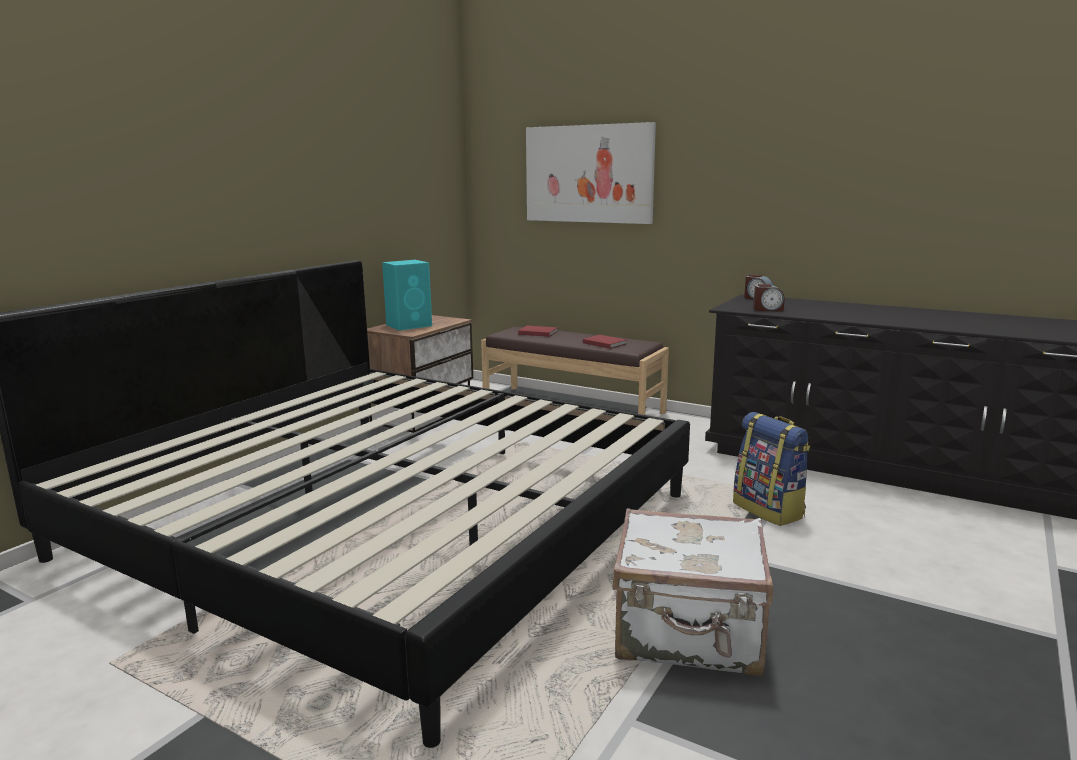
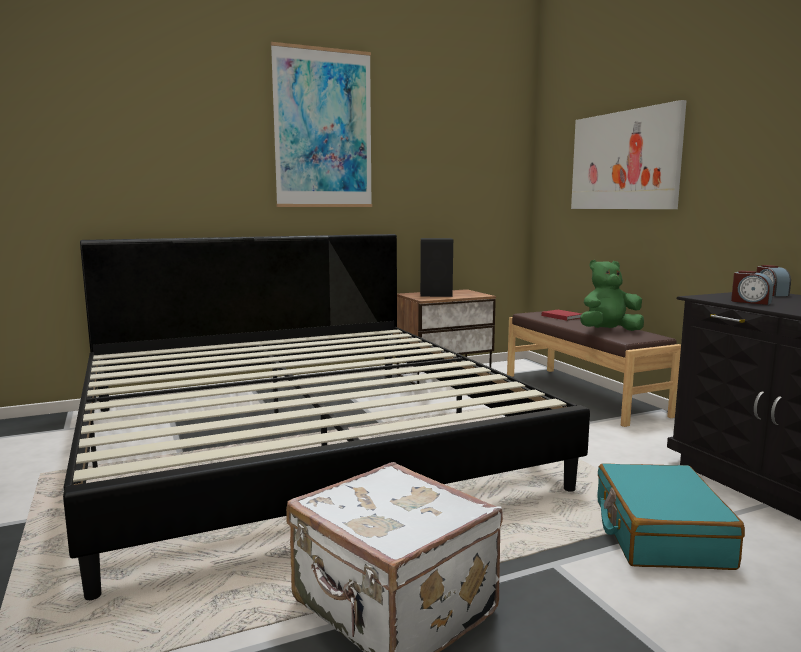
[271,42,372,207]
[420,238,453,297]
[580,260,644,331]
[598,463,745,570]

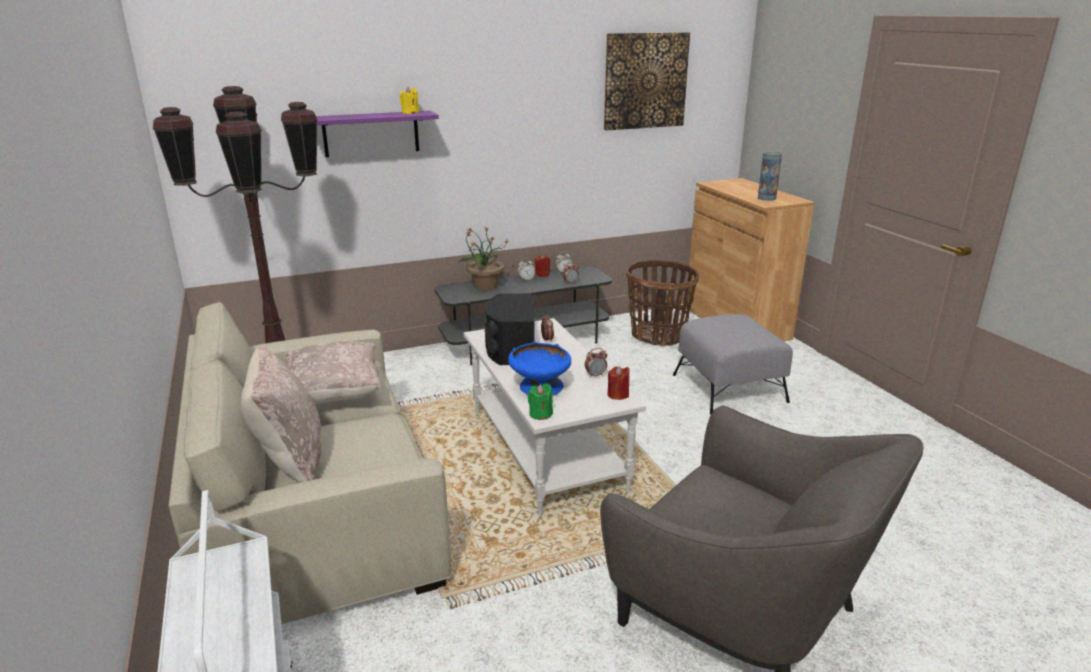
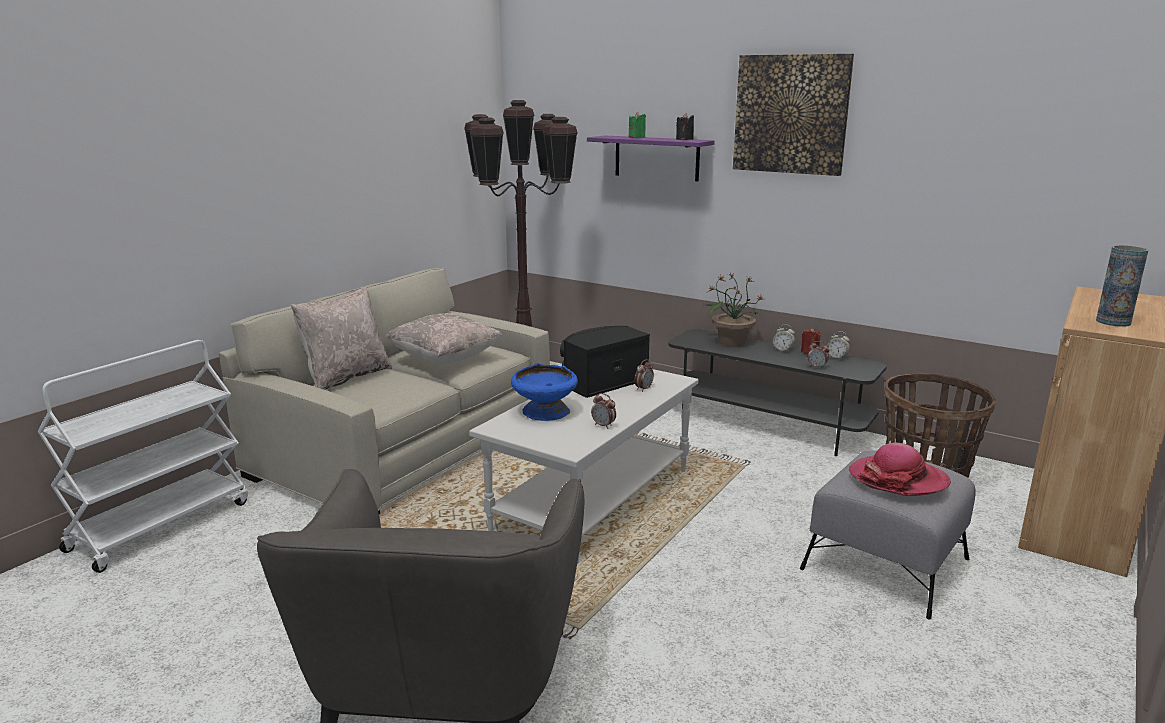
[629,112,646,138]
[676,113,694,140]
[733,54,854,176]
[849,443,951,496]
[607,366,629,400] (first image)

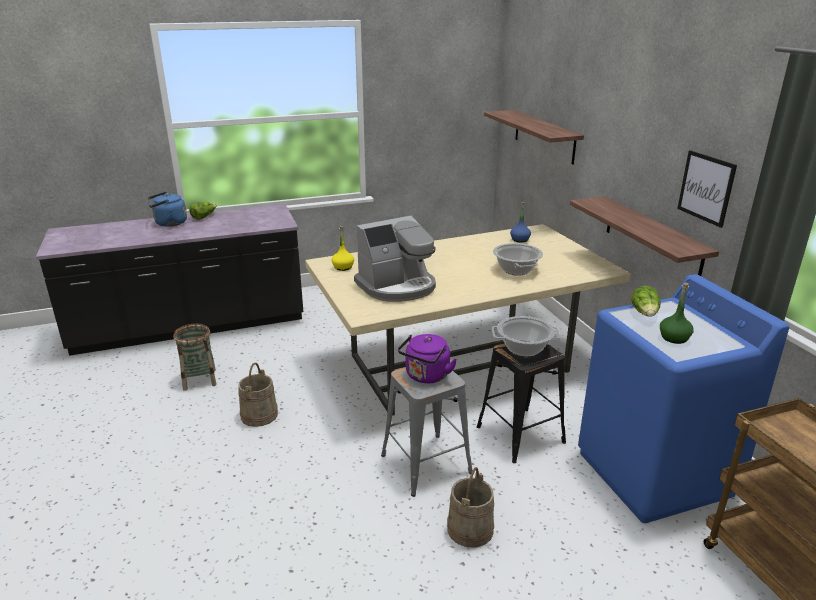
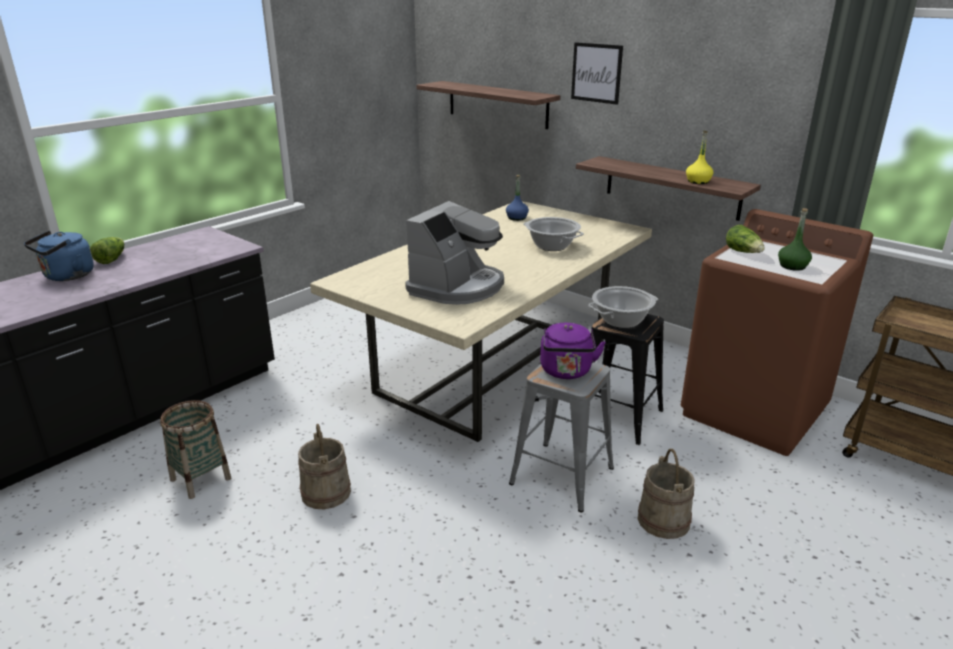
[571,42,623,105]
[681,209,873,456]
[686,130,714,184]

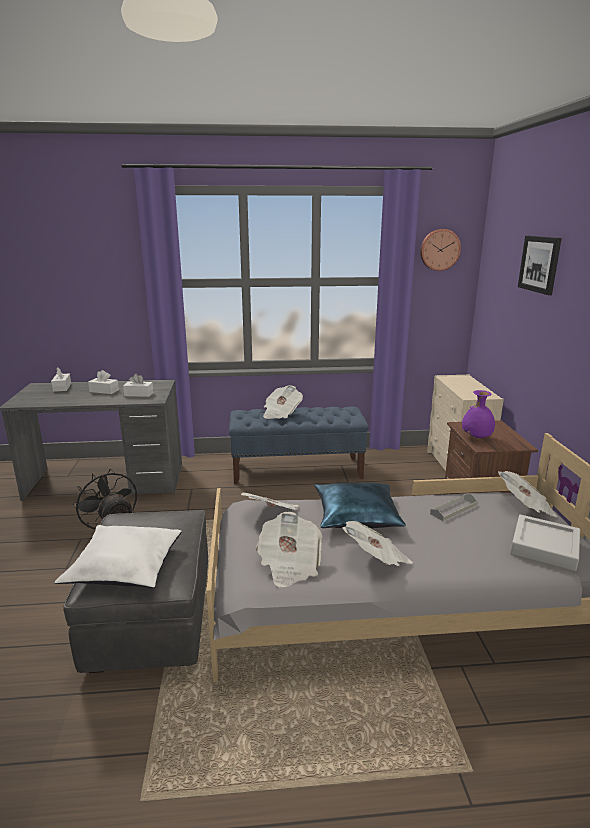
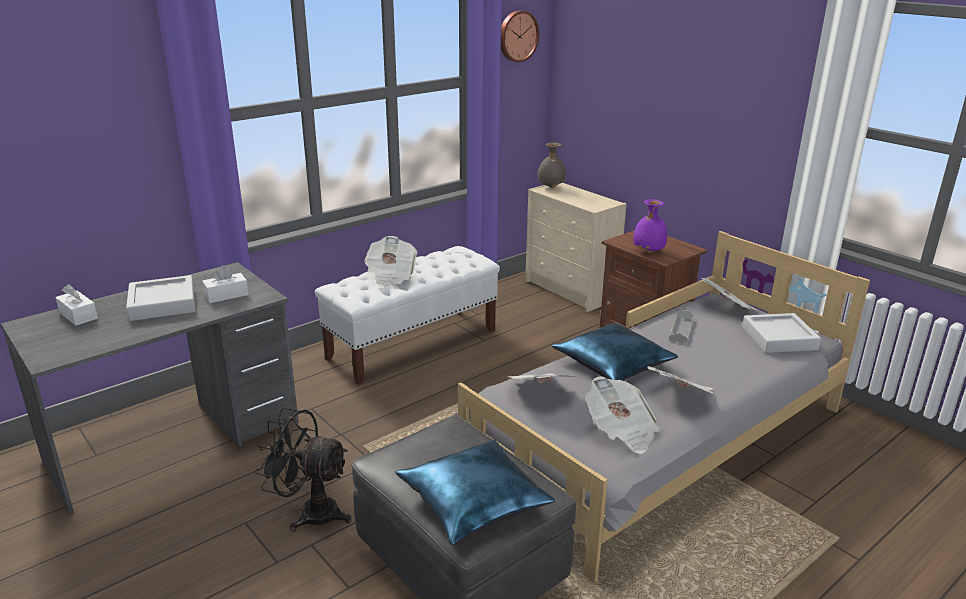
[126,275,195,321]
[315,246,500,385]
[395,440,555,545]
[537,143,565,188]
[518,236,562,295] (first image)

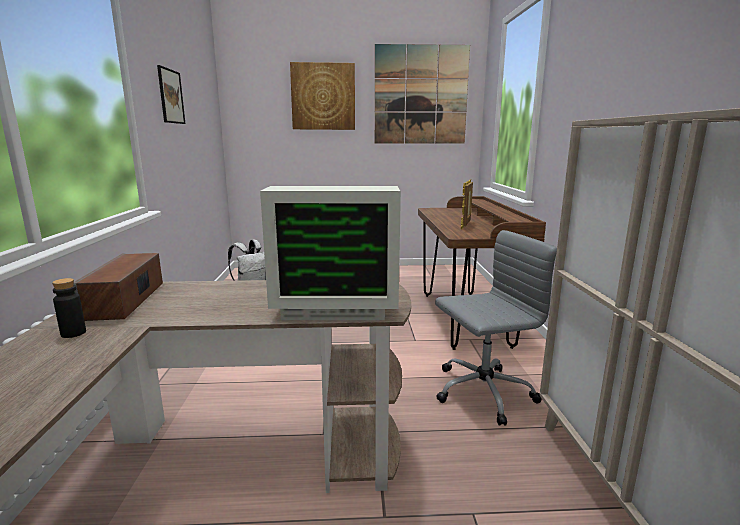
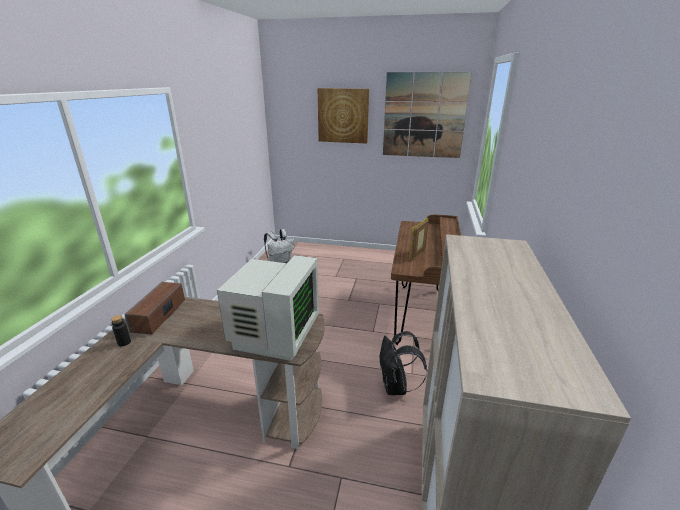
[217,255,319,361]
[380,331,427,395]
[157,65,185,124] (first image)

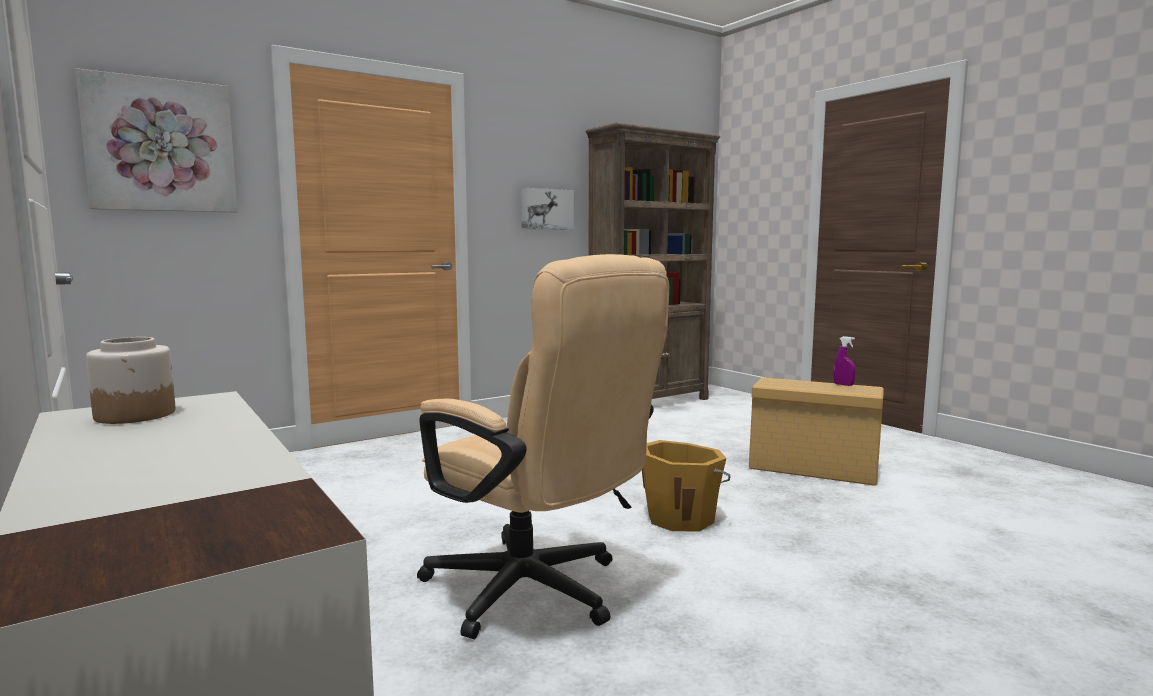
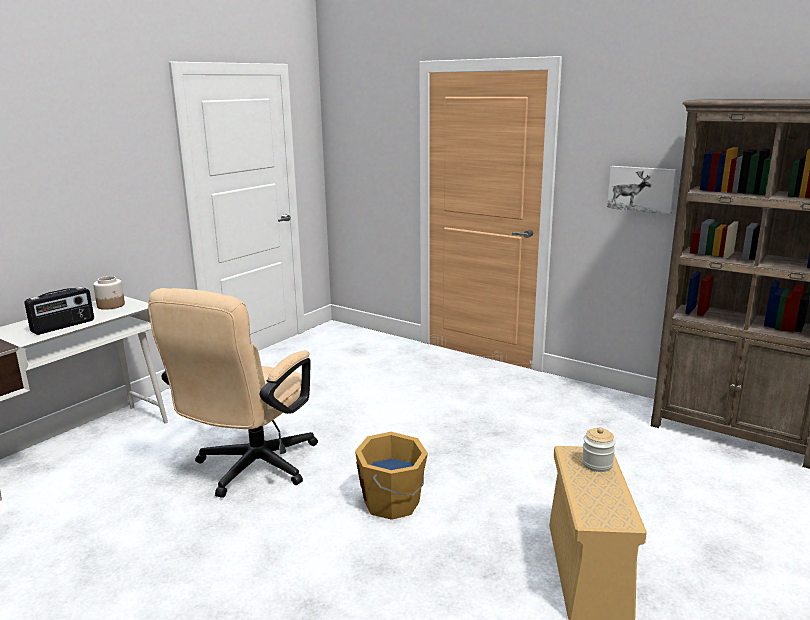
[25,287,94,335]
[582,427,616,472]
[75,68,238,212] (first image)
[834,336,856,386] (first image)

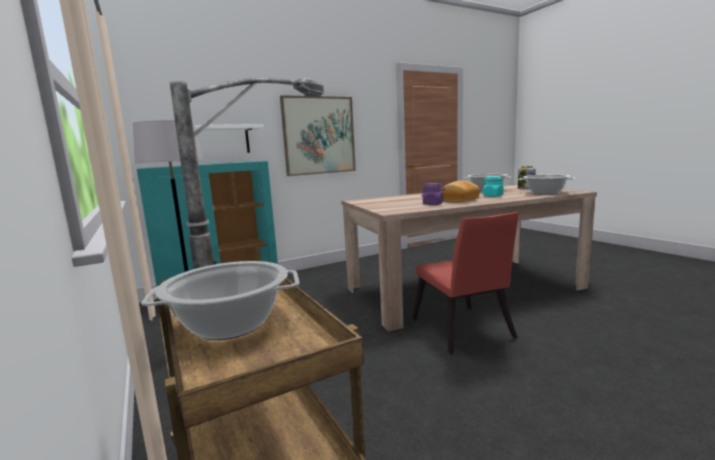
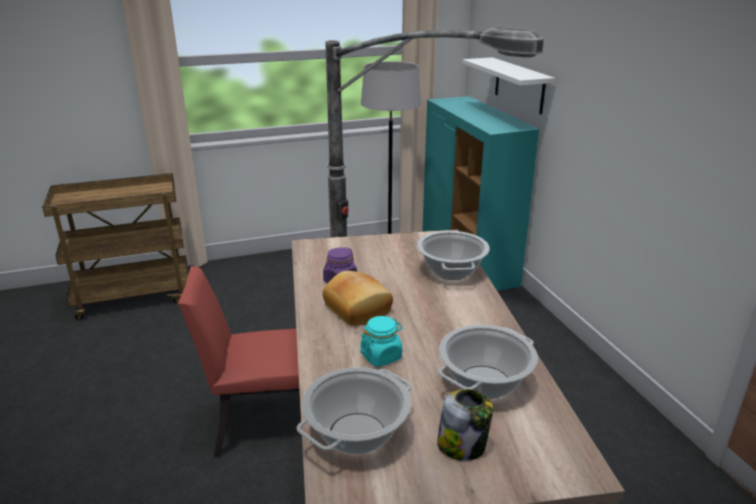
[417,231,490,280]
[280,95,356,176] (first image)

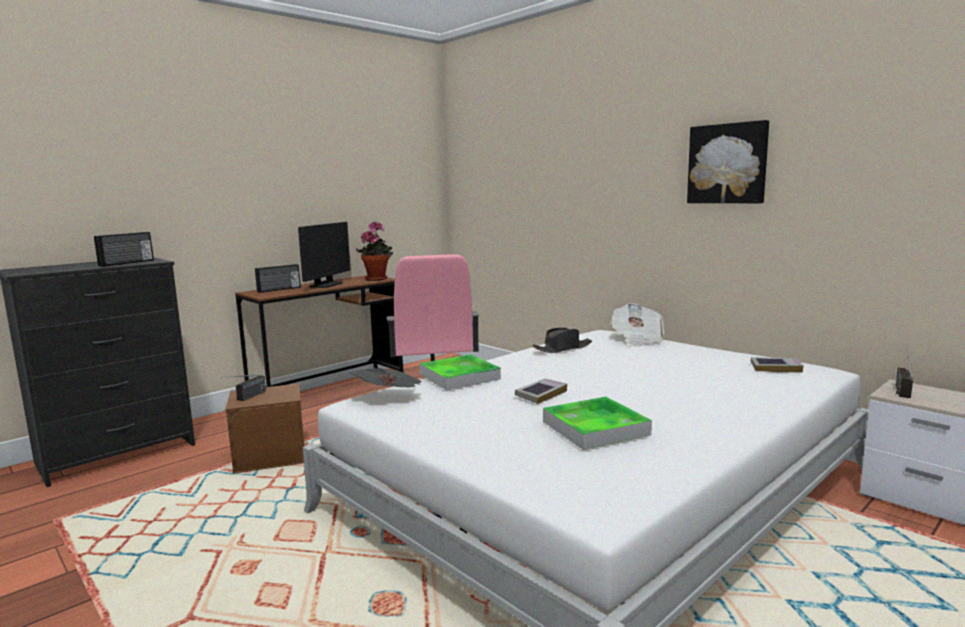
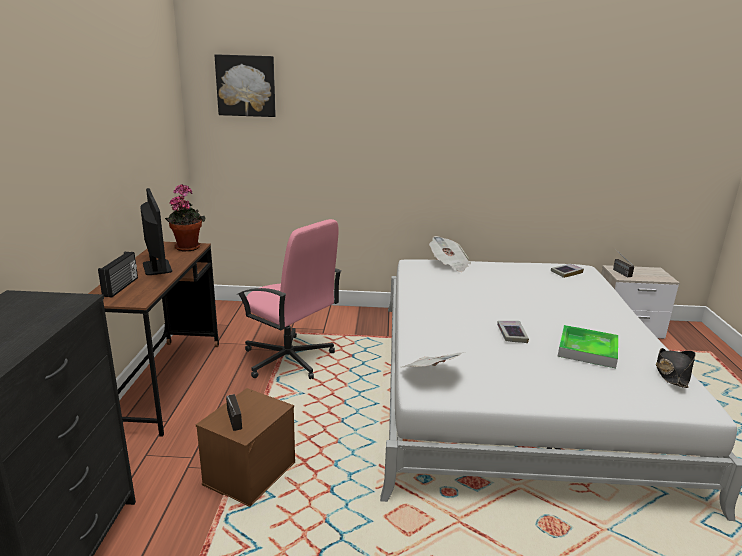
[214,54,276,117]
[656,348,696,388]
[94,232,154,267] (first image)
[419,354,501,390] (first image)

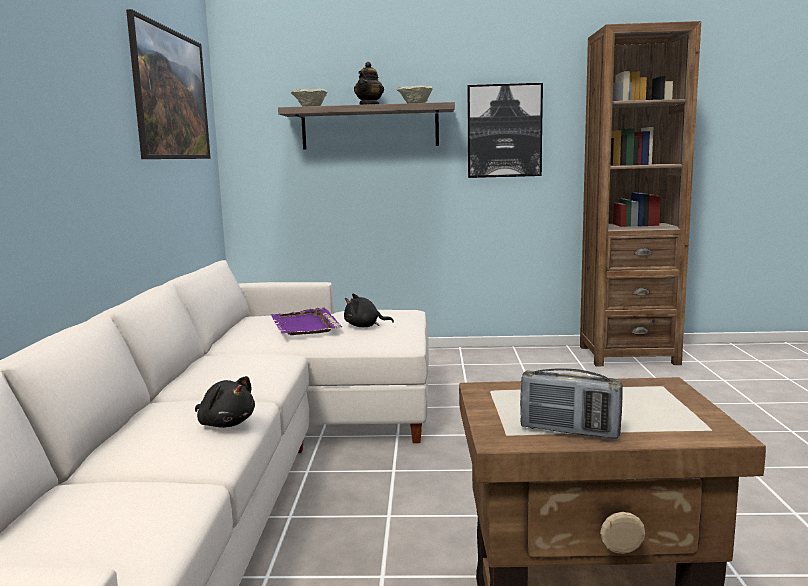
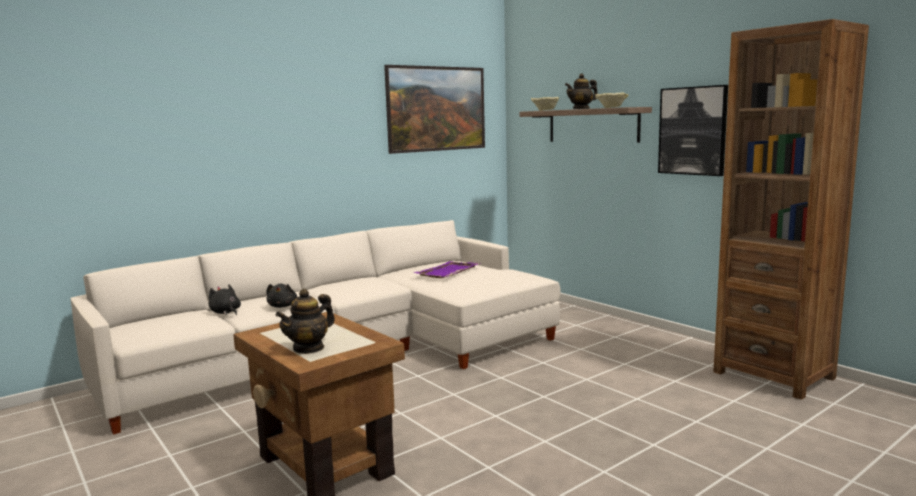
[209,285,241,315]
[276,289,335,354]
[520,368,623,439] (first image)

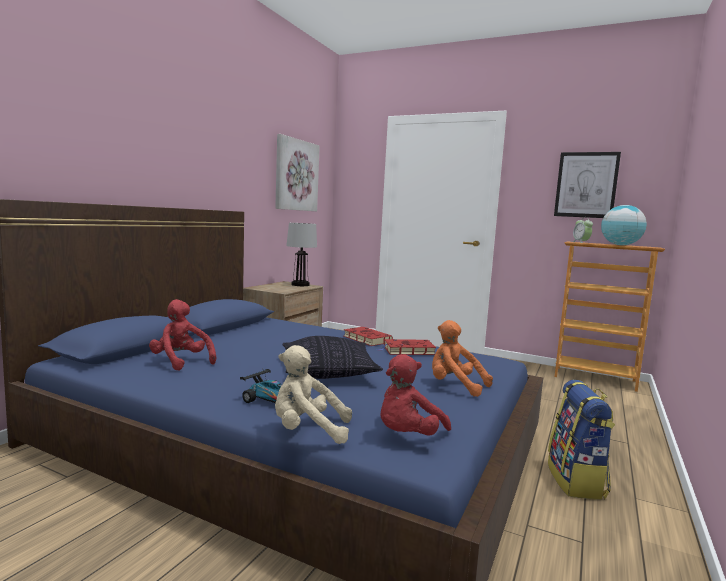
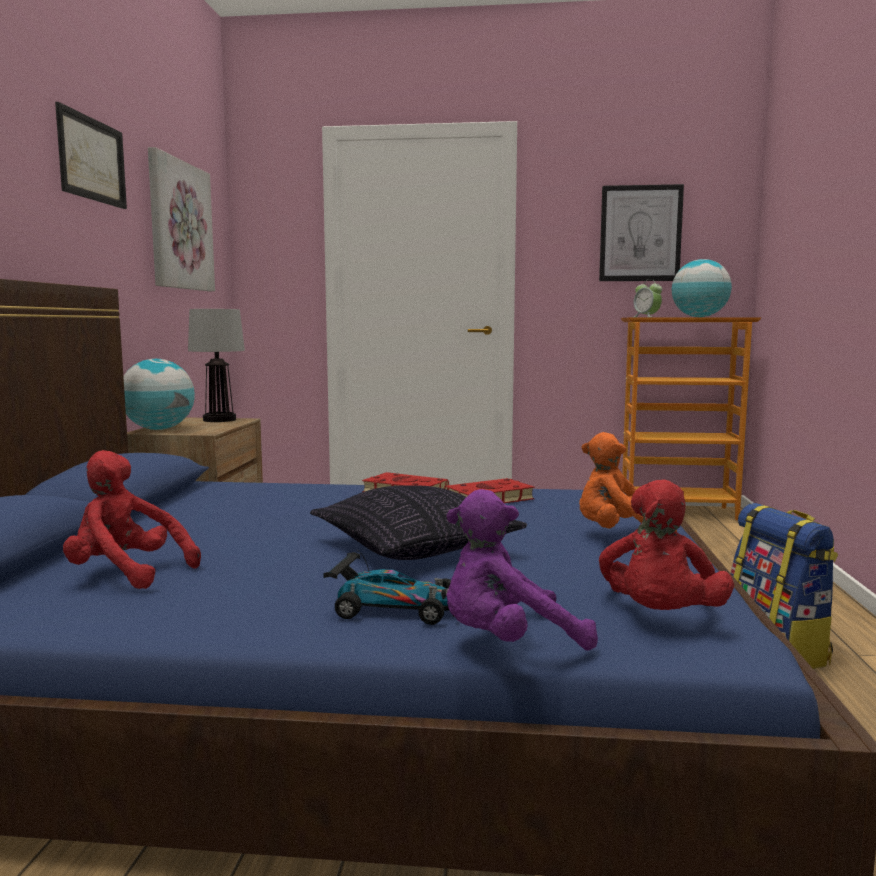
[55,102,127,209]
[123,359,195,430]
[446,489,598,650]

